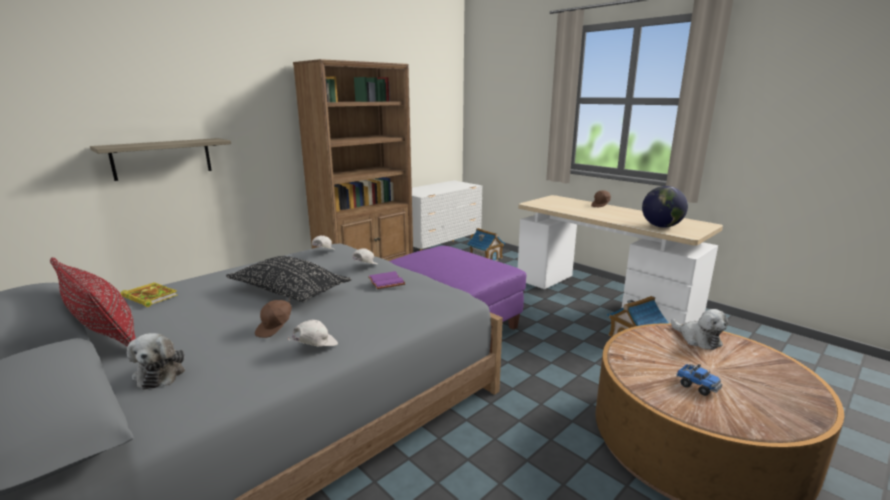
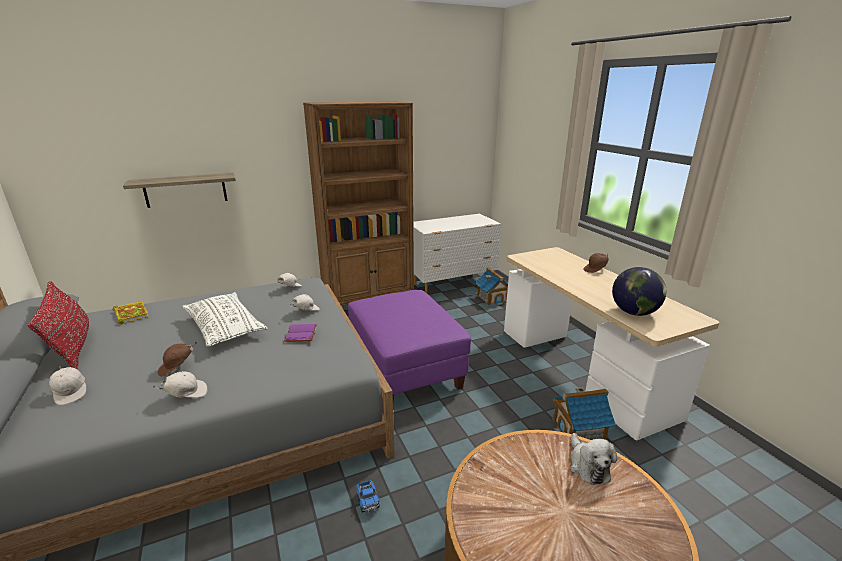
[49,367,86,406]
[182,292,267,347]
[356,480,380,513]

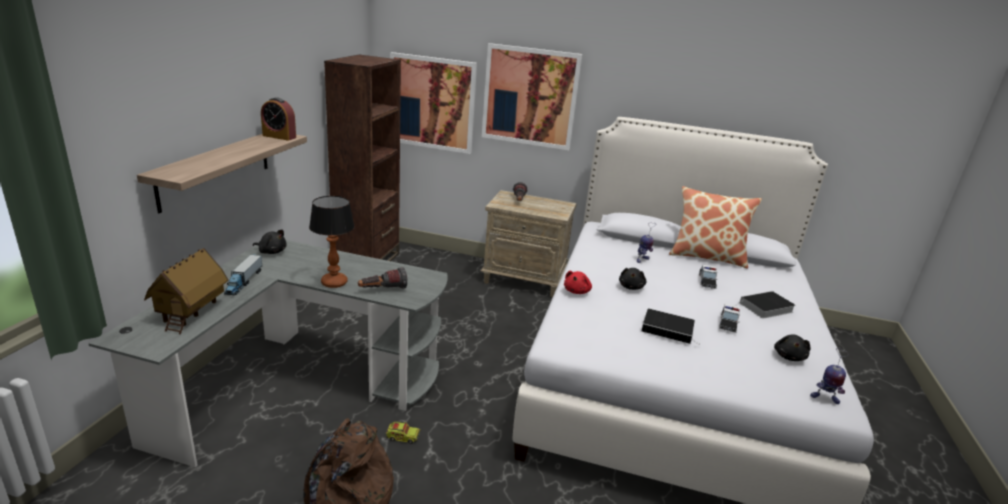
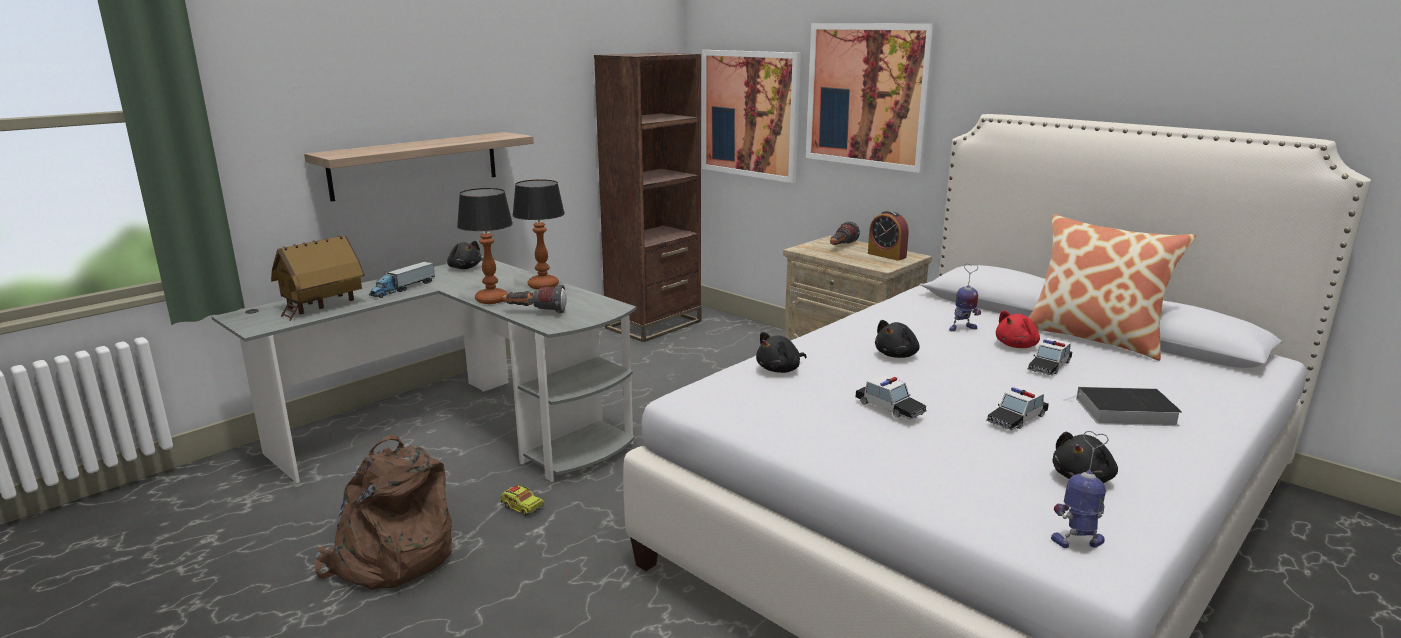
[512,179,565,289]
[756,332,807,373]
[856,375,927,420]
[868,210,909,261]
[996,310,1040,348]
[1051,431,1108,548]

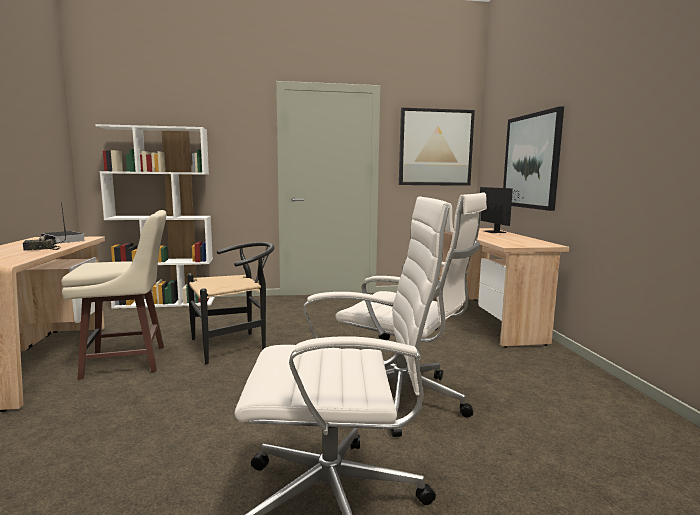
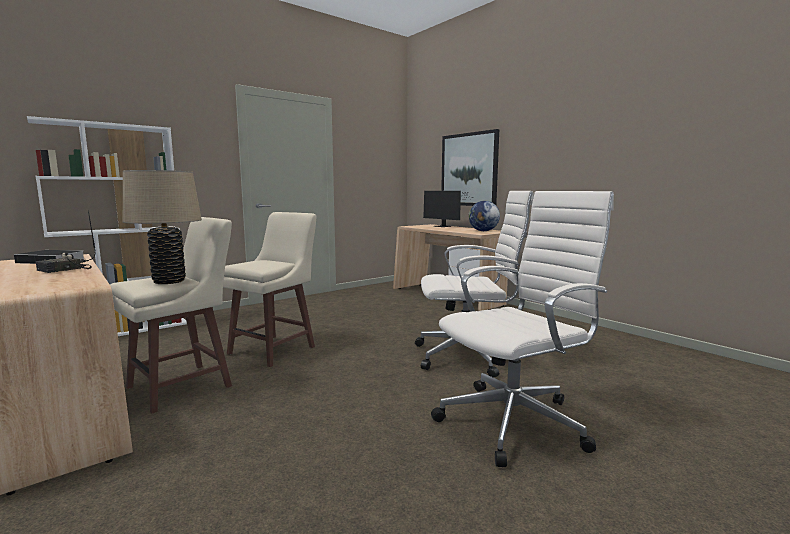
[123,170,202,284]
[223,212,317,367]
[468,201,500,231]
[399,108,475,186] (first image)

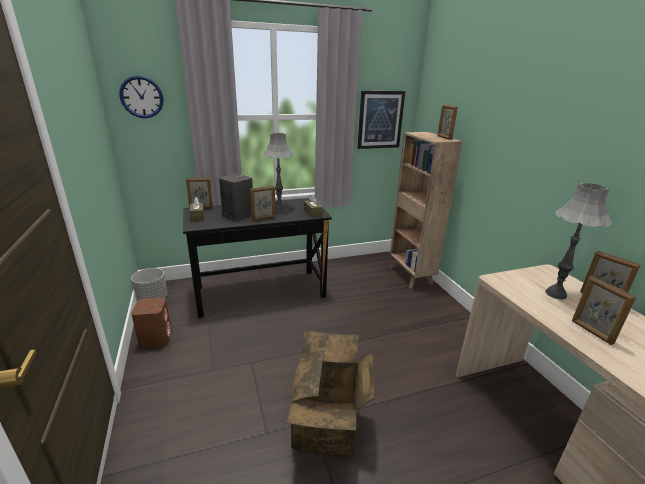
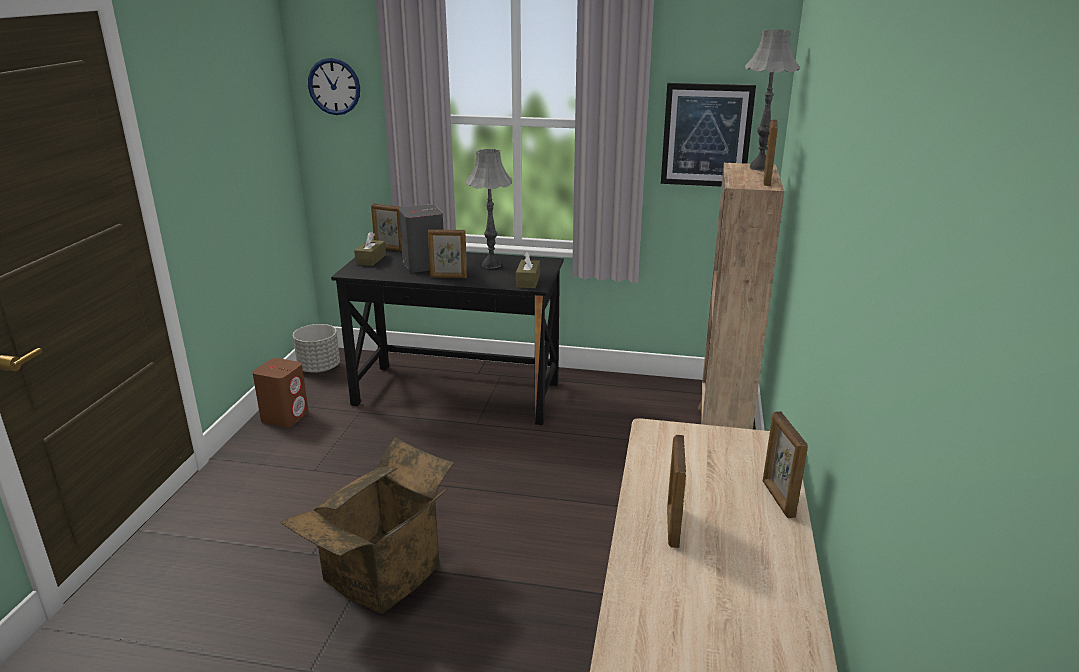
[745,29,800,171]

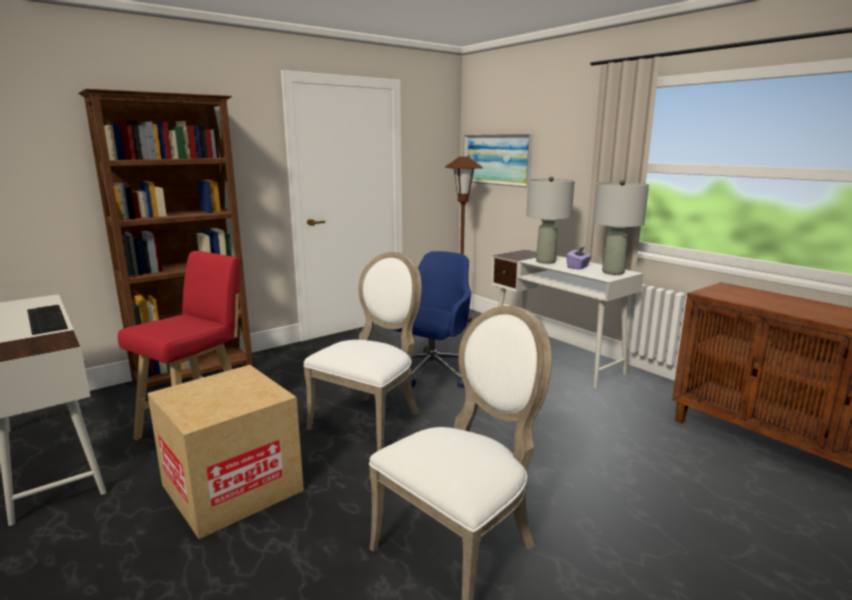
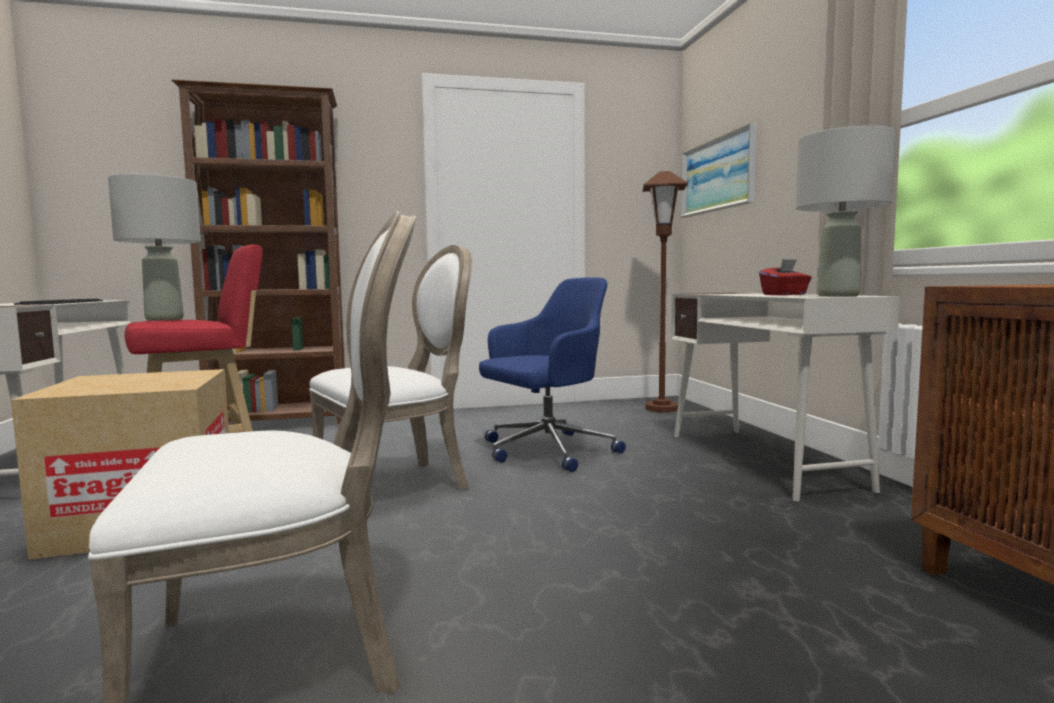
[108,174,201,321]
[759,259,812,295]

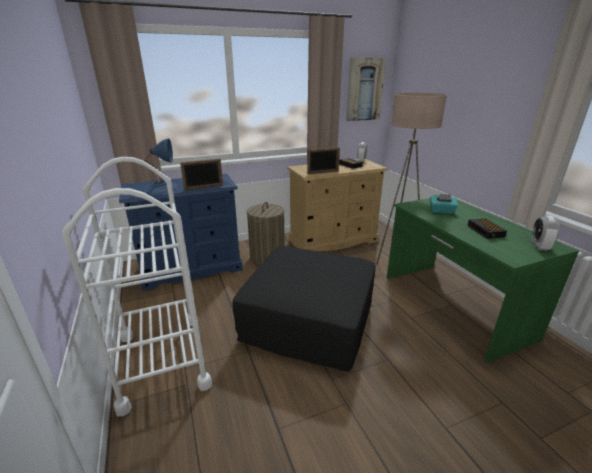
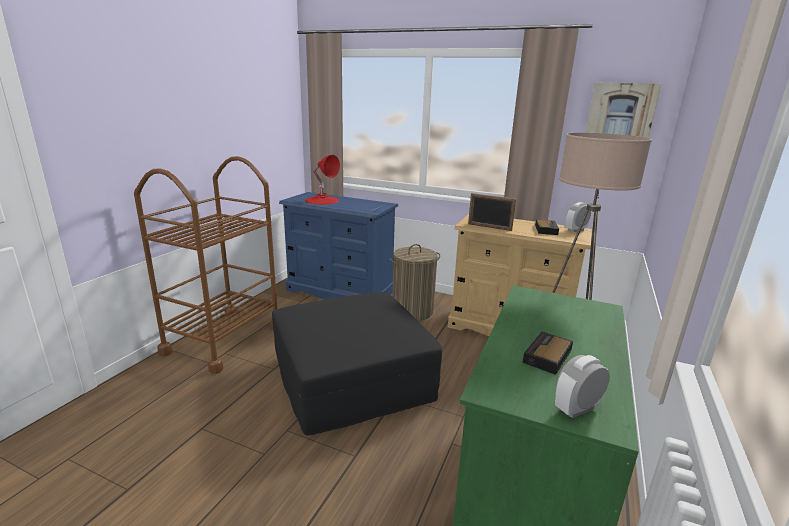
[134,156,277,374]
[305,155,340,205]
[180,159,223,191] (first image)
[430,194,458,214] (first image)

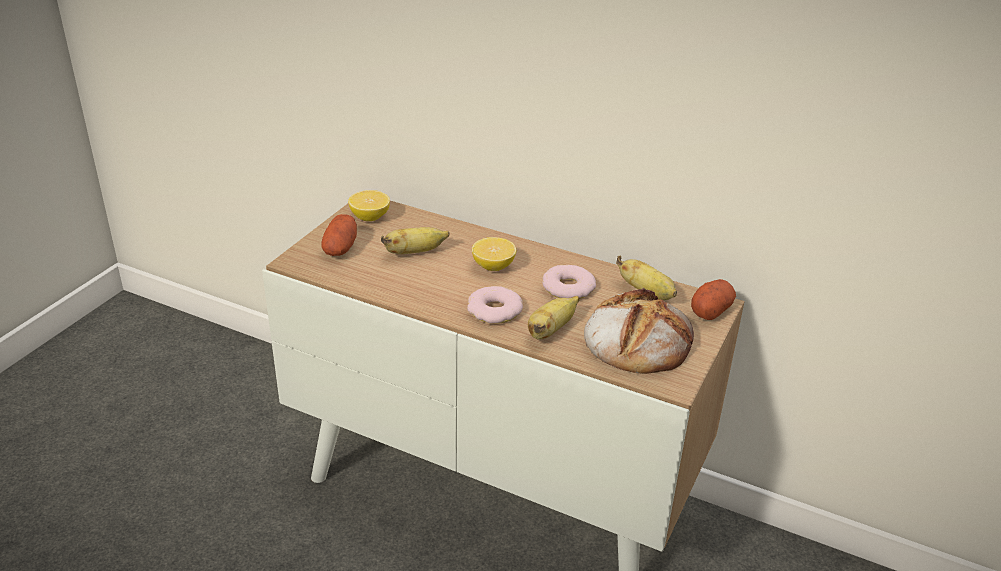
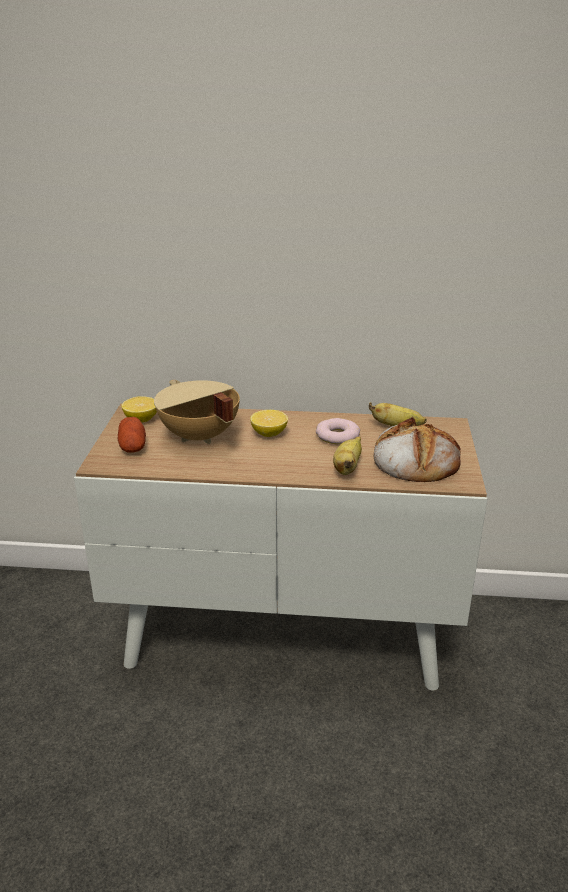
[154,380,240,444]
[467,286,523,324] (first image)
[691,279,736,320] (first image)

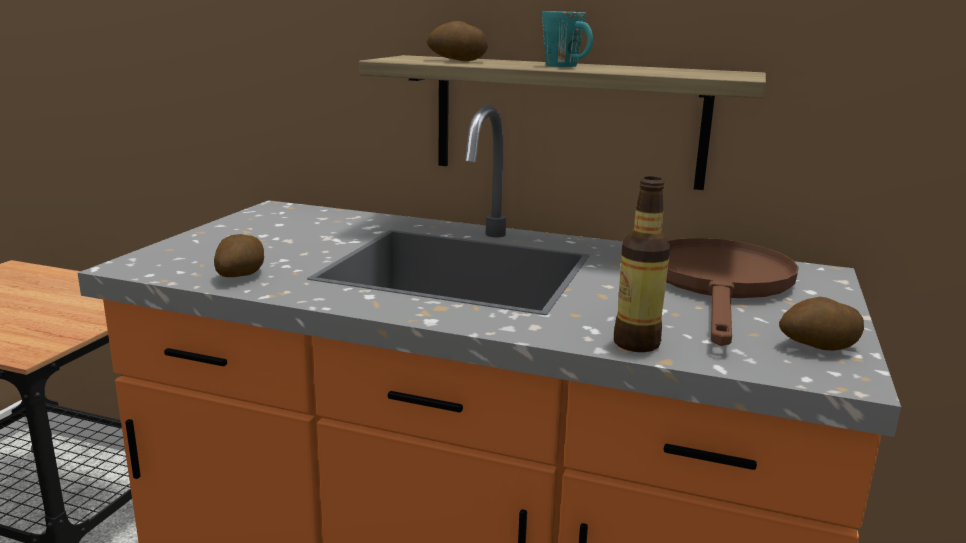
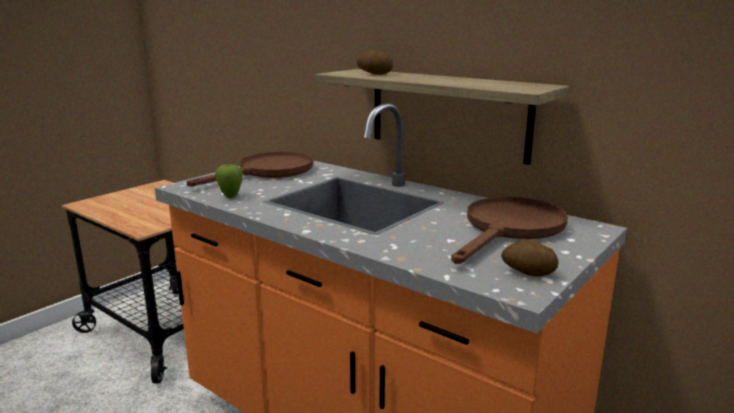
[187,152,313,187]
[215,164,243,198]
[542,11,593,67] (first image)
[614,177,671,352] (first image)

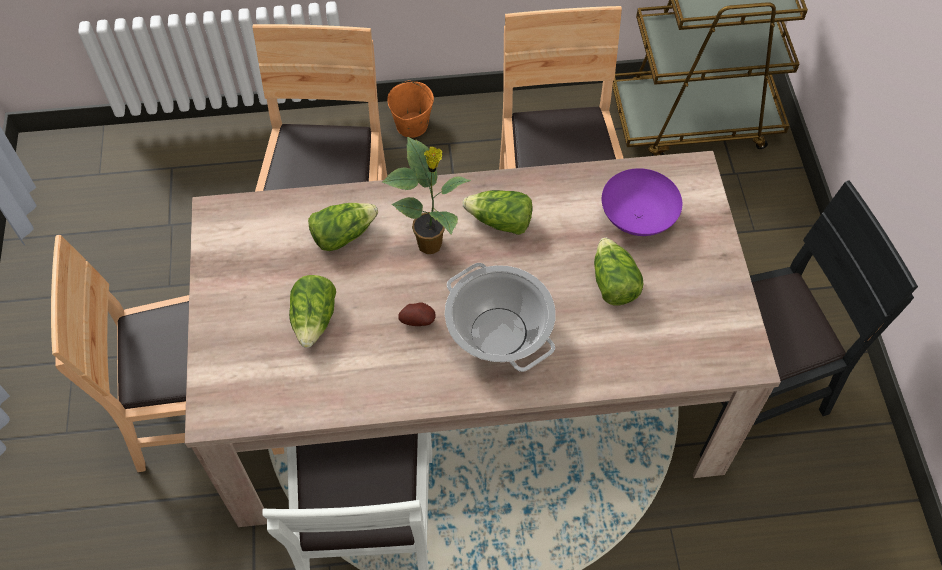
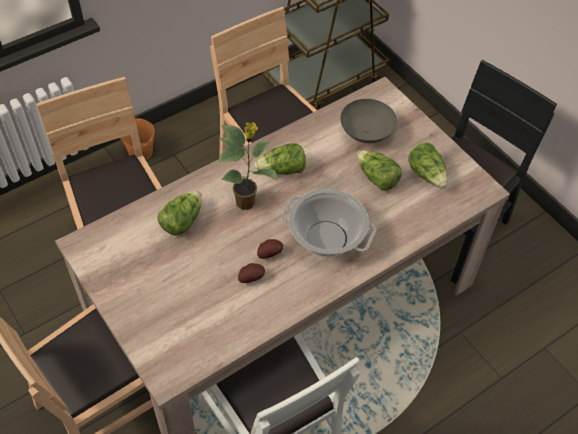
[238,263,265,283]
[340,99,397,143]
[408,143,447,188]

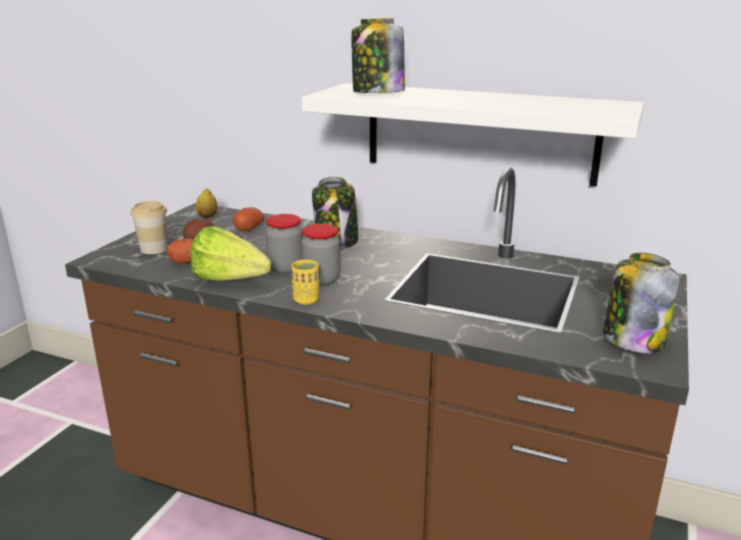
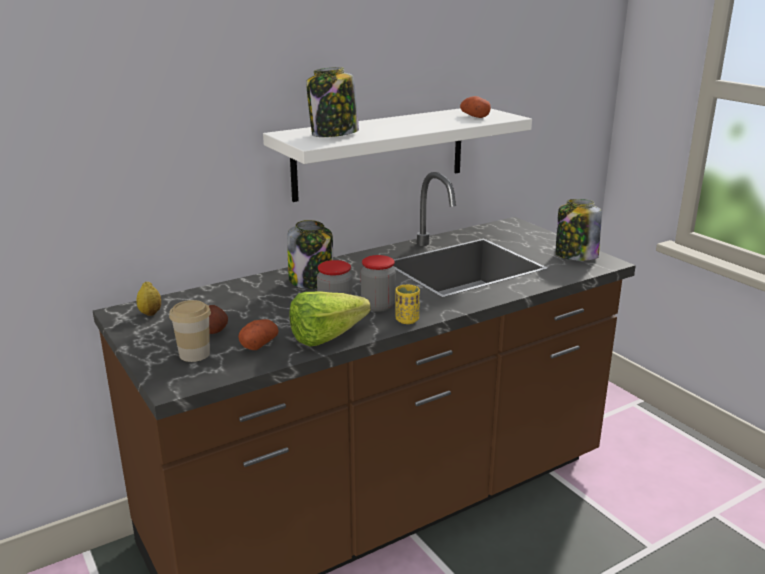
[460,96,491,118]

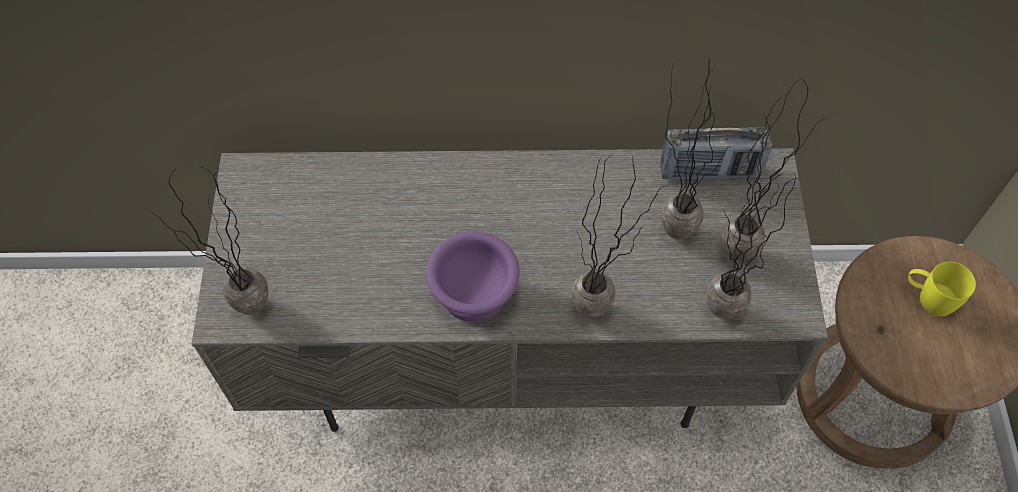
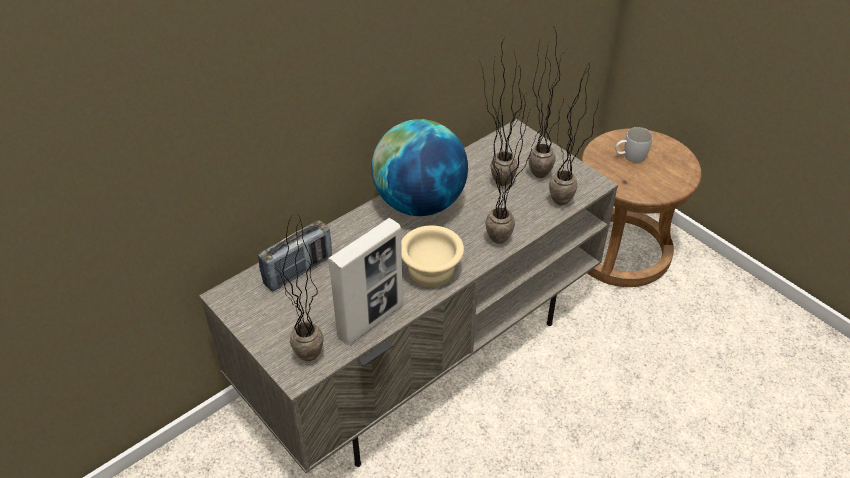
[258,220,332,292]
[328,218,403,345]
[371,119,468,216]
[401,225,464,287]
[615,127,653,163]

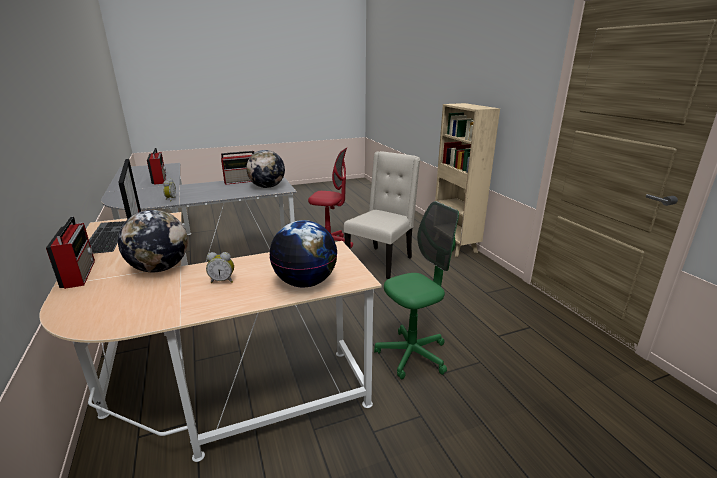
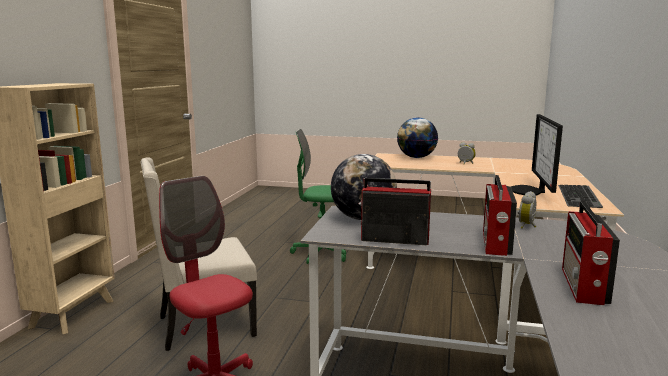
[483,175,517,256]
[118,210,188,272] (first image)

